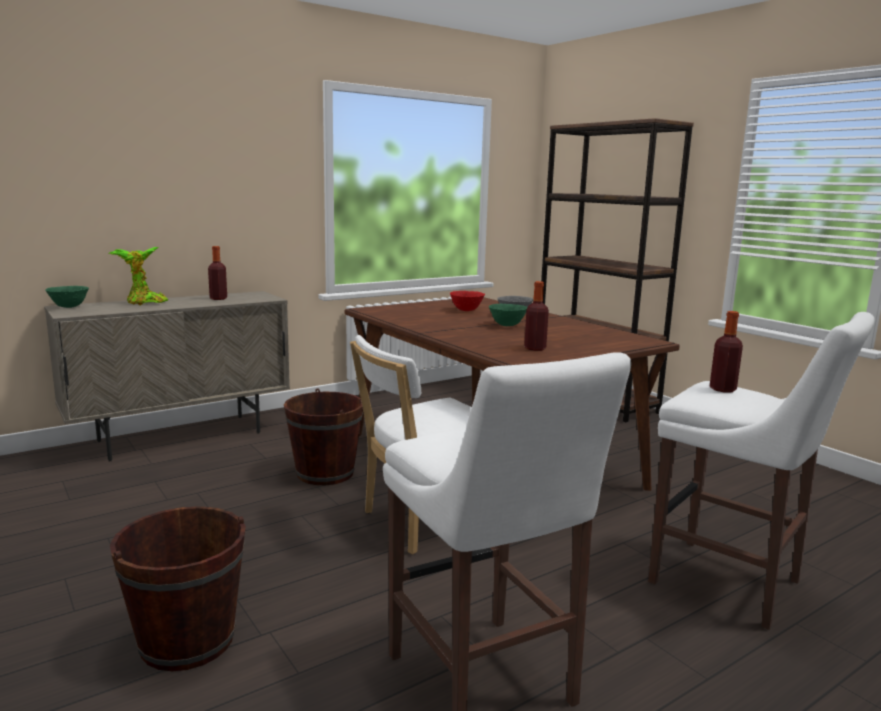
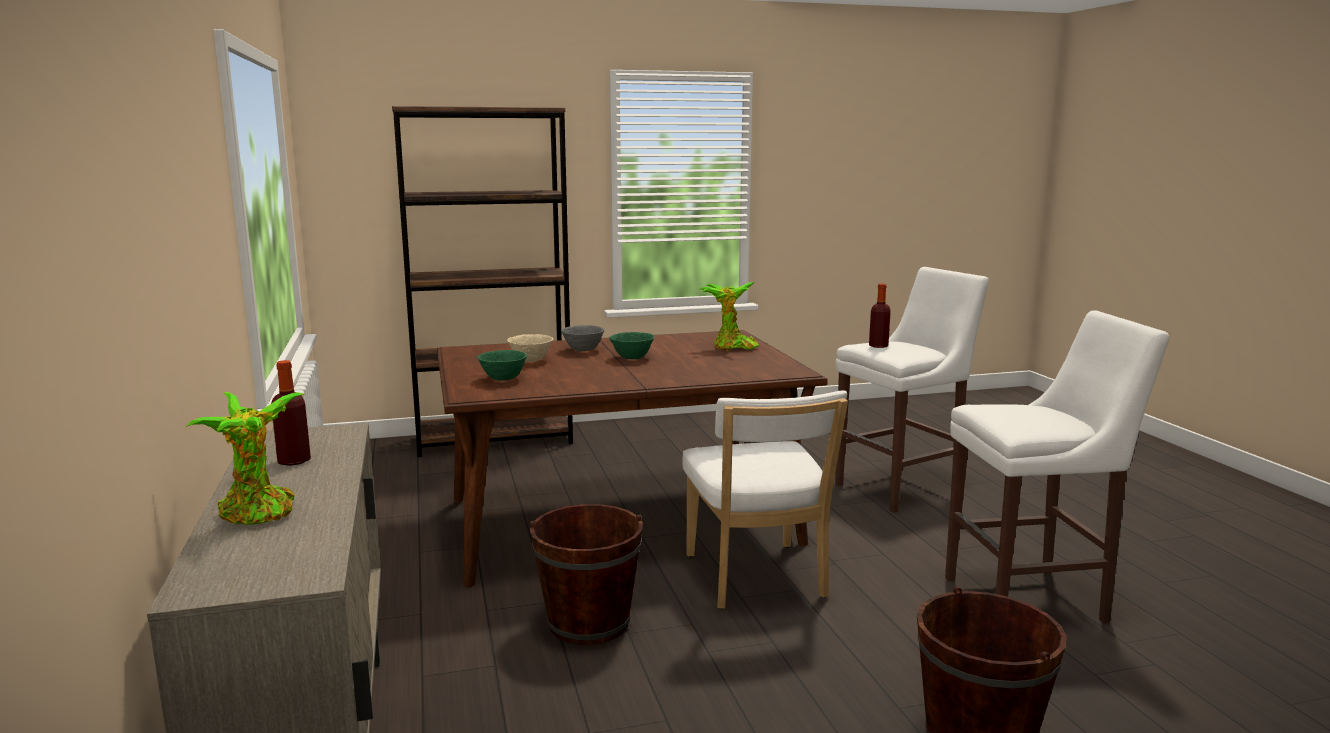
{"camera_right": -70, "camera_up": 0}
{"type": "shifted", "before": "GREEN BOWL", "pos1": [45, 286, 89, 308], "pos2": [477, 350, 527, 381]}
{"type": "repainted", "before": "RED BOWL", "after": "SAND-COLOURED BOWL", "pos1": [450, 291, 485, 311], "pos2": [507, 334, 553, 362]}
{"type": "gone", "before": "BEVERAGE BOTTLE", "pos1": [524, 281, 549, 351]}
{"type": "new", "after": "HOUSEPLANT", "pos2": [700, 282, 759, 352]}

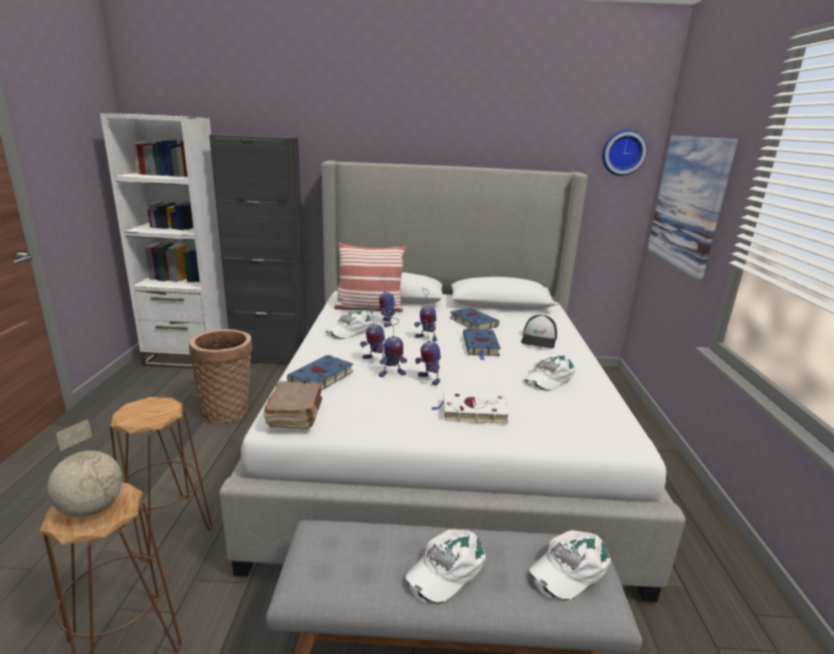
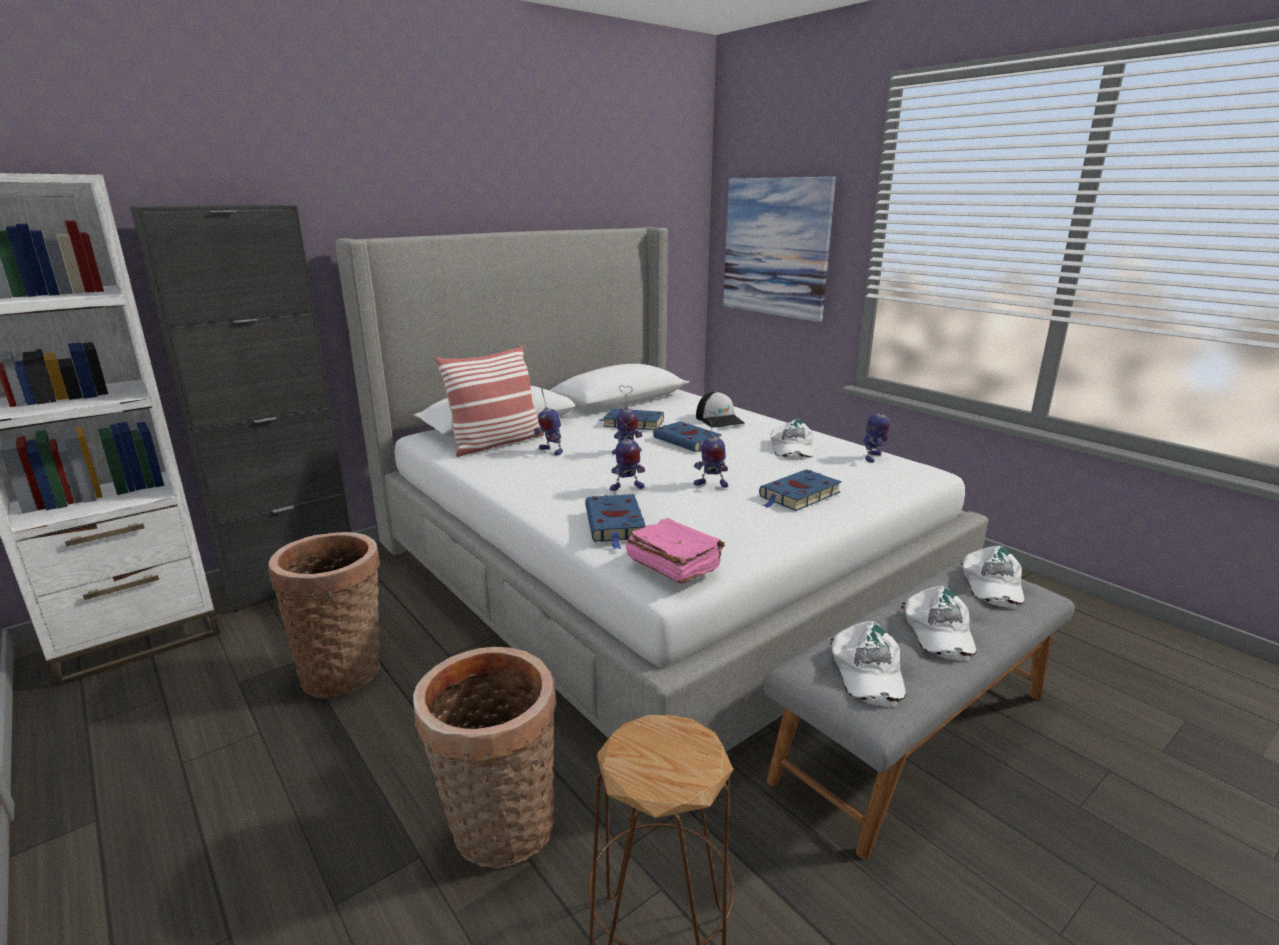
{"camera_right": -40, "camera_up": 0}
{"type": "gone", "before": "DESK GLOBE", "pos1": [47, 419, 122, 517]}
{"type": "swapped", "before": "BROWNISH SITTING STOOL", "after": "STORAGE BASKET", "pos1": [110, 397, 212, 562], "pos2": [413, 647, 557, 869]}
{"type": "repainted", "before": "BROWNISH BOUND BOOK", "after": "PINK BOUND BOOK", "pos1": [264, 381, 322, 429], "pos2": [626, 518, 725, 584]}
{"type": "shifted", "before": "WHITE BASEBALL CAP", "pos1": [326, 311, 372, 339], "pos2": [829, 621, 906, 707]}
{"type": "shifted", "before": "MODEL ROBOT", "pos1": [379, 317, 407, 377], "pos2": [863, 390, 893, 463]}
{"type": "repainted", "before": "WHITE BOUND BOOK", "after": "BLUE-COLOURED BOUND BOOK", "pos1": [431, 392, 509, 424], "pos2": [759, 469, 842, 511]}
{"type": "gone", "before": "WALL CLOCK", "pos1": [602, 130, 647, 176]}

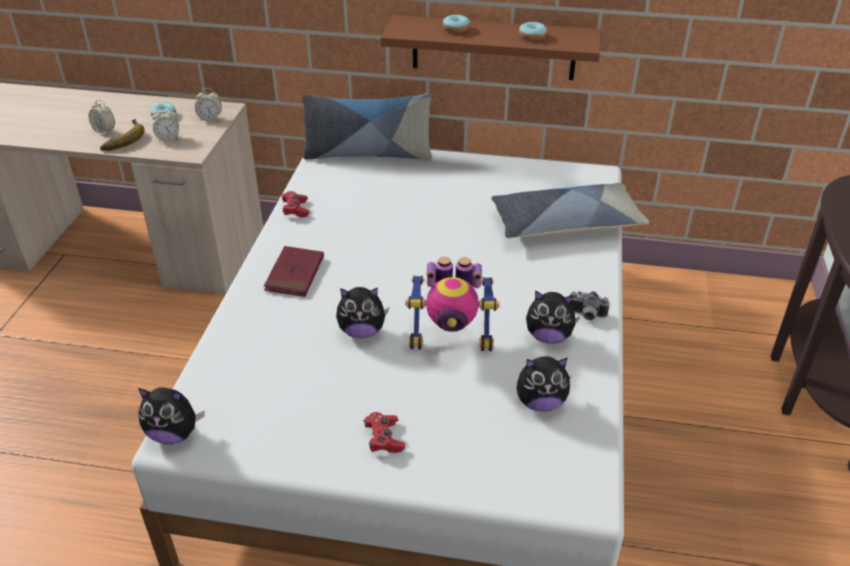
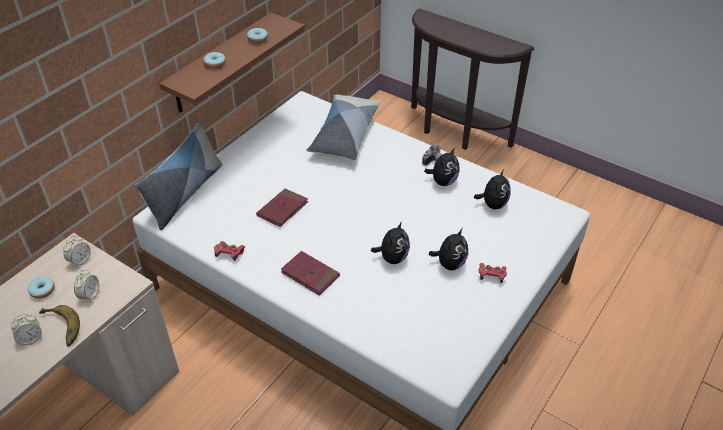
{"camera_right": -65, "camera_up": 5}
{"type": "shifted", "before": "PLUSH TOY", "pos1": [138, 387, 205, 444], "pos2": [429, 228, 468, 270]}
{"type": "gone", "before": "MODEL ROBOT", "pos1": [405, 257, 499, 351]}
{"type": "new", "after": "RED BOUND BOOK", "pos2": [256, 189, 308, 227]}

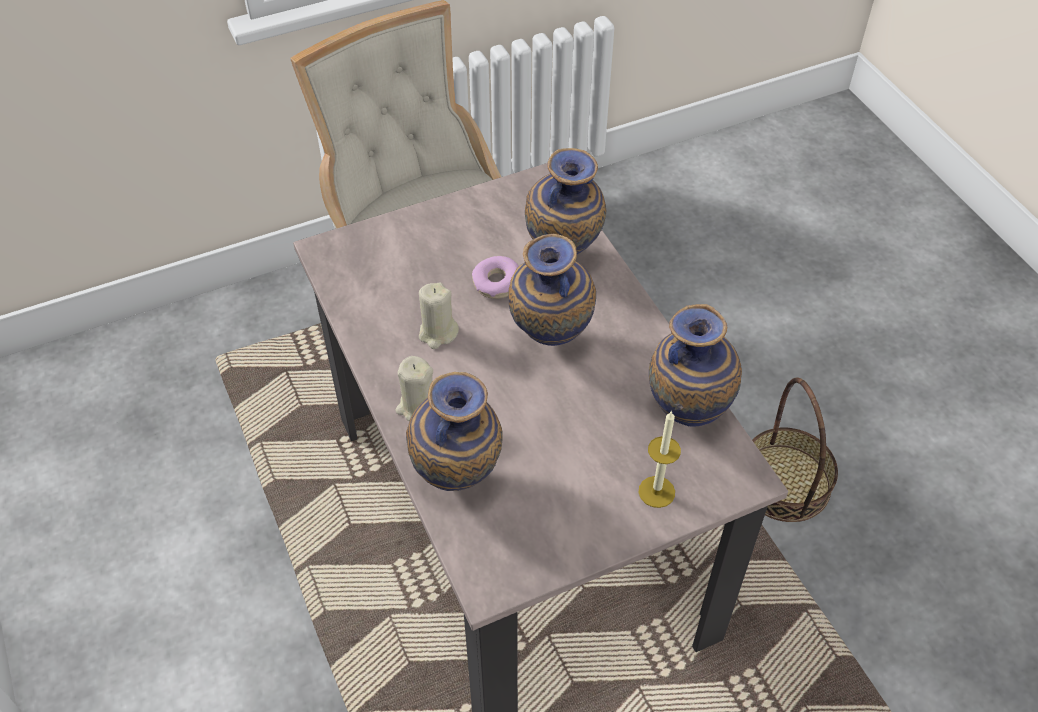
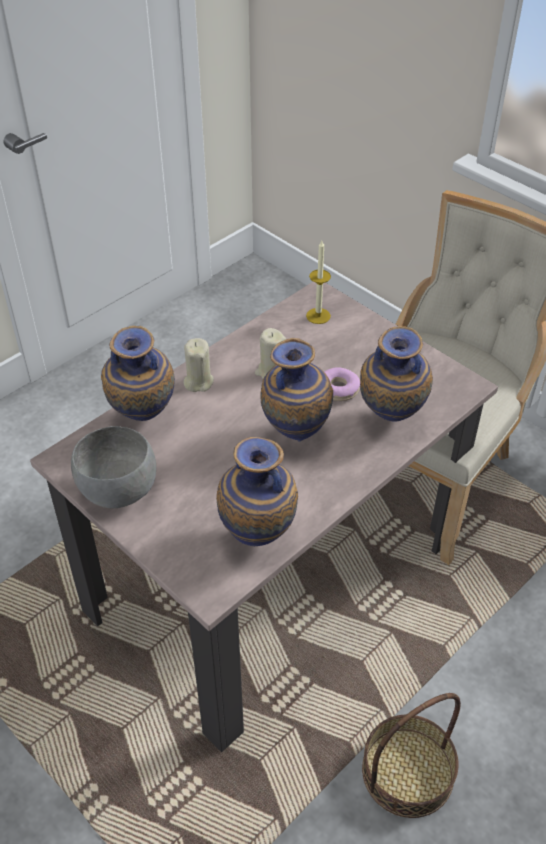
{"camera_right": 70, "camera_up": -5}
{"type": "shifted", "before": "WAX CANDLE", "pos1": [639, 410, 681, 508], "pos2": [306, 241, 331, 324]}
{"type": "new", "after": "GRAY BOWL", "pos2": [71, 426, 156, 508]}

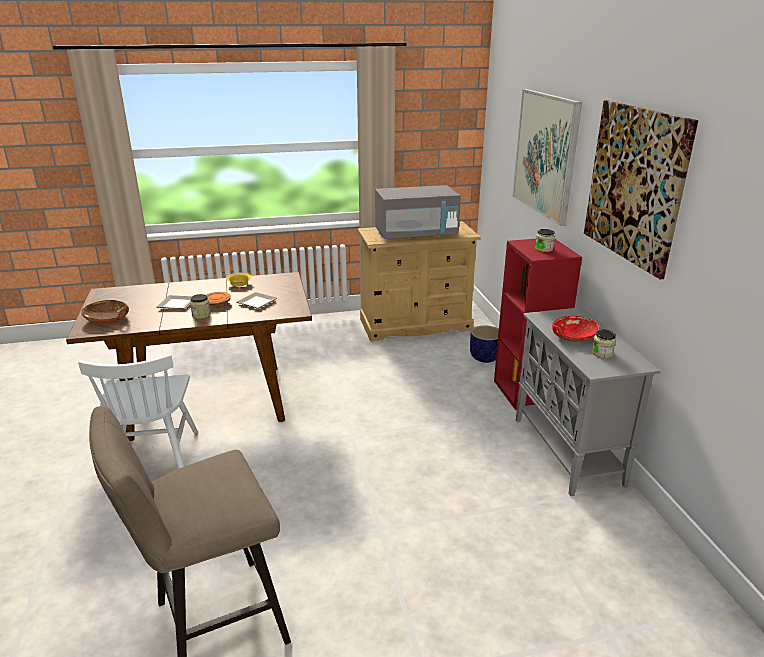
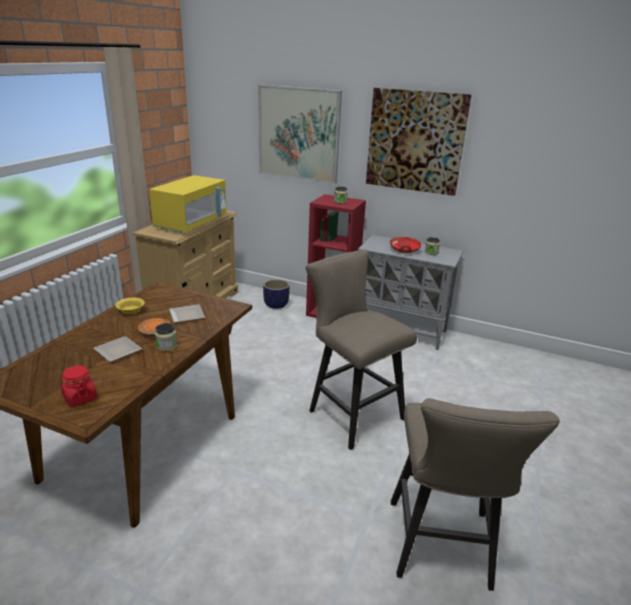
{"camera_right": -55, "camera_up": 0}
{"type": "gone", "before": "WHITE UPRIGHT CHAIR", "pos1": [78, 354, 198, 469]}
{"type": "swapped", "before": "BROWNISH BOWL", "after": "RED STORAGE JAR", "pos1": [81, 300, 129, 323], "pos2": [61, 365, 97, 407]}
{"type": "repainted", "before": "GRAY MICROWAVE OVEN", "after": "YELLOW-COLOURED MICROWAVE OVEN", "pos1": [375, 185, 461, 240], "pos2": [149, 175, 227, 233]}
{"type": "new", "after": "SAND-COLOURED SITTING STOOL", "pos2": [306, 249, 418, 450]}

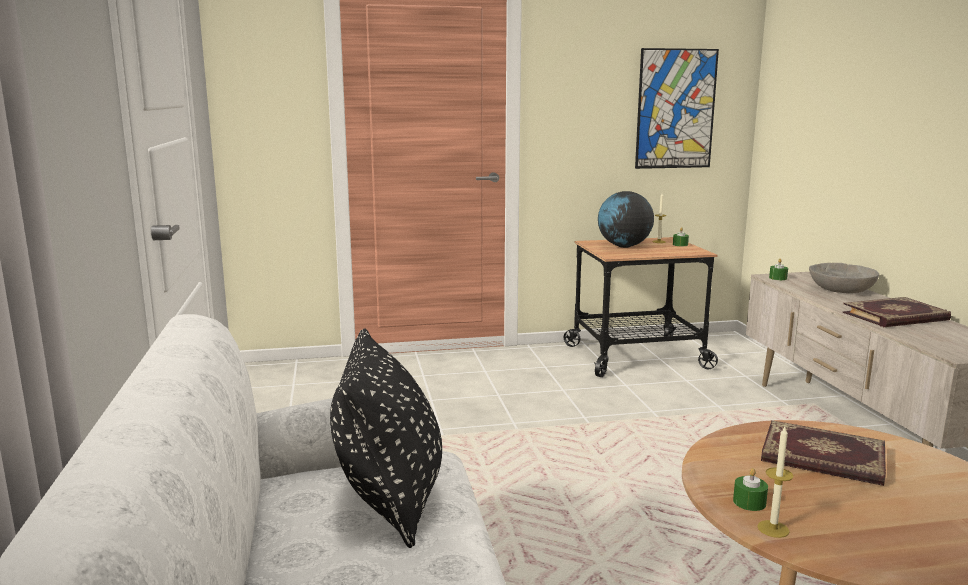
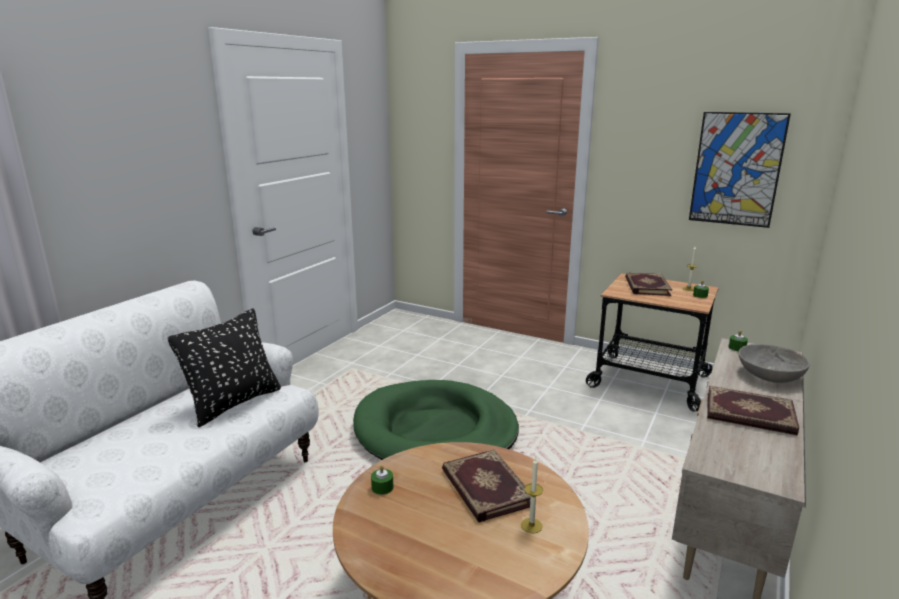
{"camera_right": 40, "camera_up": 5}
{"type": "swapped", "before": "DESK GLOBE", "after": "BOUND BOOK", "pos1": [598, 191, 654, 248], "pos2": [625, 273, 672, 296]}
{"type": "shifted", "before": "WAX CANDLE", "pos1": [757, 427, 794, 538], "pos2": [521, 458, 543, 533]}
{"type": "new", "after": "GREEN DOG CUSHION", "pos2": [353, 380, 519, 460]}

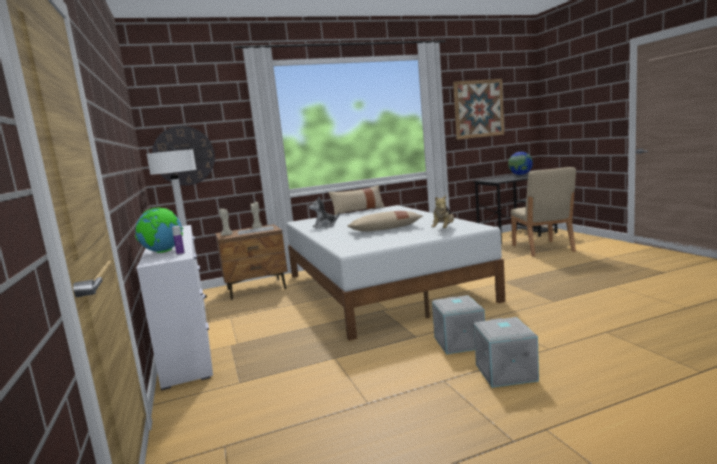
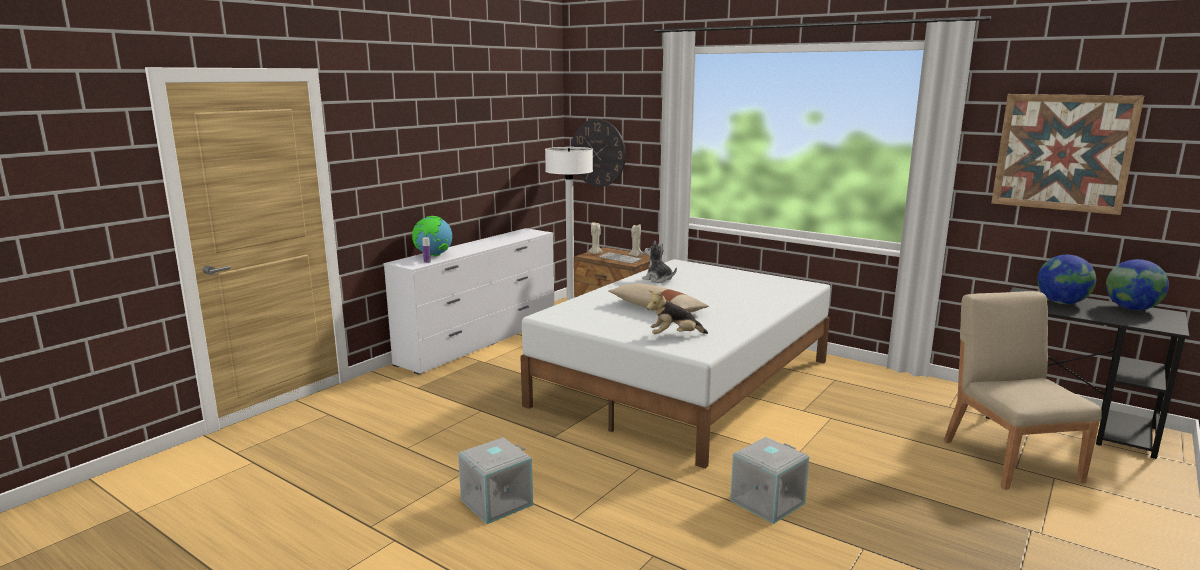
{"camera_right": 55, "camera_up": 5}
{"type": "gone", "before": "SAND-COLOURED PILLOW", "pos1": [328, 185, 385, 215]}
{"type": "shifted", "before": "GRAY STORAGE CONTAINER", "pos1": [432, 295, 485, 354], "pos2": [730, 437, 809, 524]}
{"type": "rotated", "before": "SAND-COLOURED UPRIGHT CHAIR", "pos1": [511, 167, 576, 257], "pos2": [944, 291, 1102, 490], "turn": 120}
{"type": "new", "after": "DESK GLOBE", "pos2": [1037, 255, 1096, 304]}

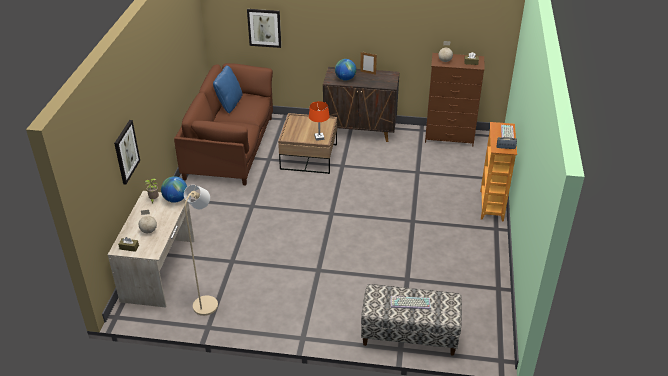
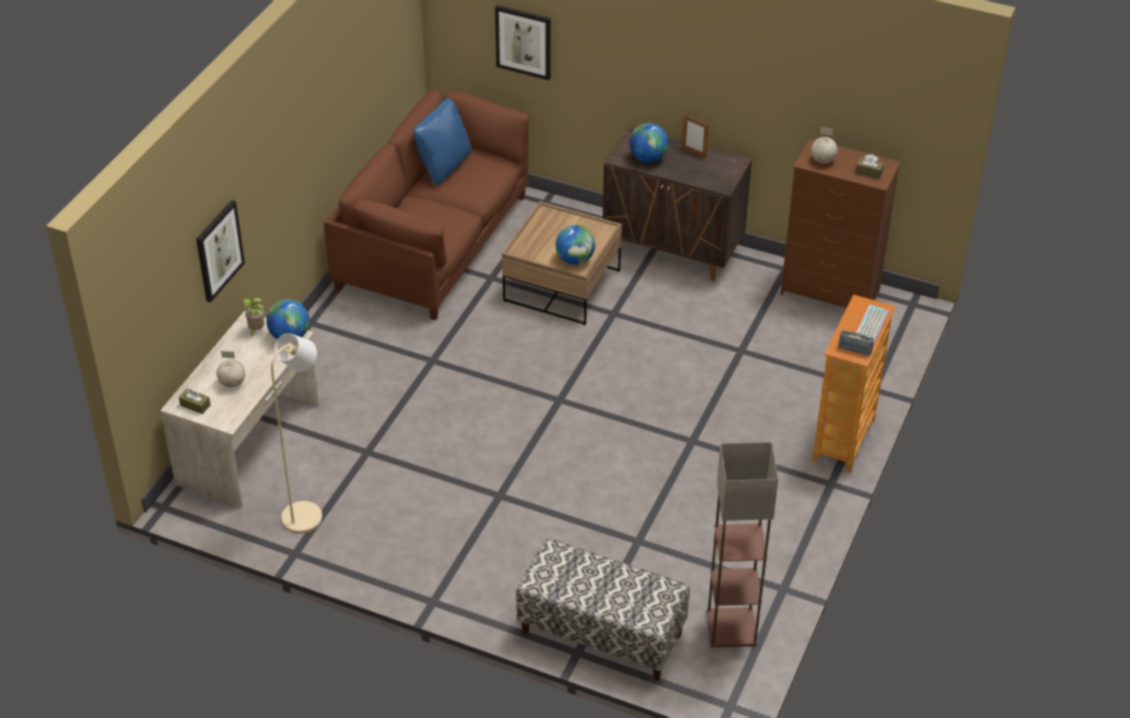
{"camera_right": 15, "camera_up": 5}
{"type": "swapped", "before": "ORANGEY TABLE LAMP", "after": "DESK GLOBE", "pos1": [309, 101, 330, 141], "pos2": [555, 225, 595, 265]}
{"type": "gone", "before": "KEYBOARD", "pos1": [390, 296, 431, 309]}
{"type": "new", "after": "STANDING LAMP", "pos2": [706, 442, 778, 647]}

